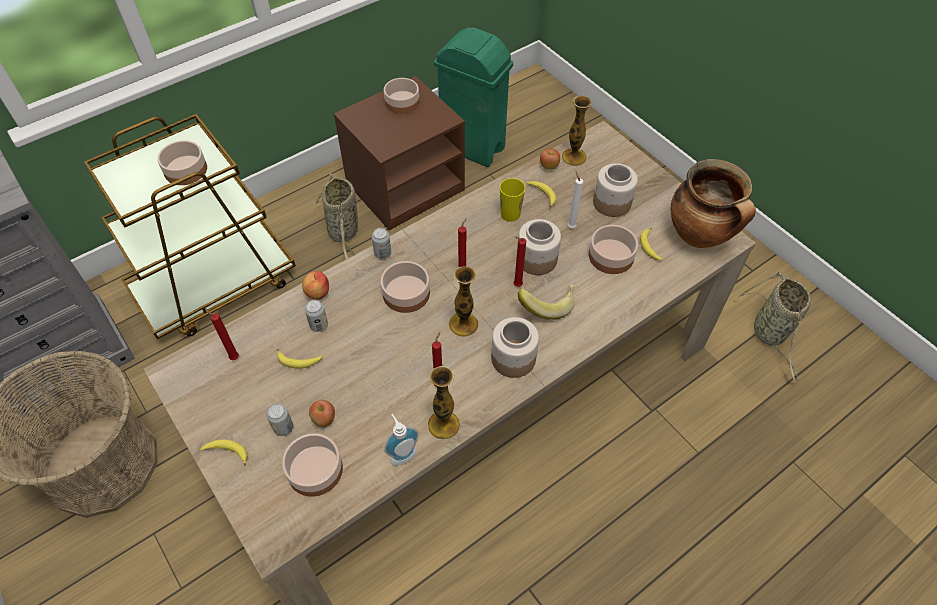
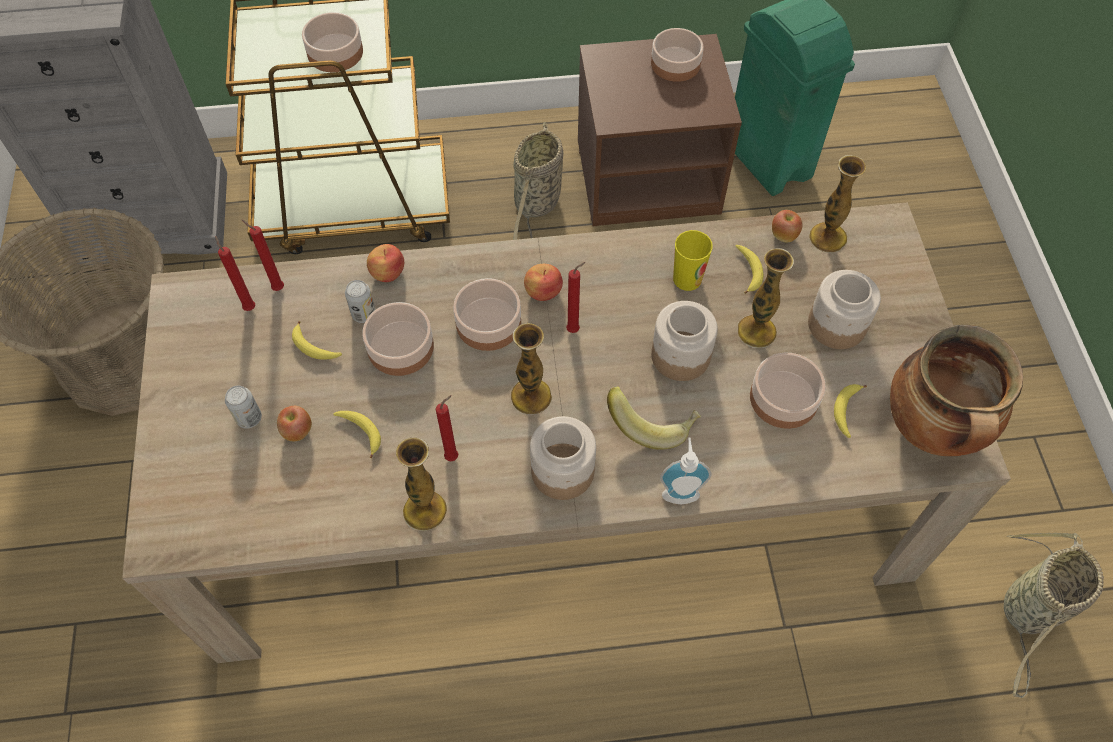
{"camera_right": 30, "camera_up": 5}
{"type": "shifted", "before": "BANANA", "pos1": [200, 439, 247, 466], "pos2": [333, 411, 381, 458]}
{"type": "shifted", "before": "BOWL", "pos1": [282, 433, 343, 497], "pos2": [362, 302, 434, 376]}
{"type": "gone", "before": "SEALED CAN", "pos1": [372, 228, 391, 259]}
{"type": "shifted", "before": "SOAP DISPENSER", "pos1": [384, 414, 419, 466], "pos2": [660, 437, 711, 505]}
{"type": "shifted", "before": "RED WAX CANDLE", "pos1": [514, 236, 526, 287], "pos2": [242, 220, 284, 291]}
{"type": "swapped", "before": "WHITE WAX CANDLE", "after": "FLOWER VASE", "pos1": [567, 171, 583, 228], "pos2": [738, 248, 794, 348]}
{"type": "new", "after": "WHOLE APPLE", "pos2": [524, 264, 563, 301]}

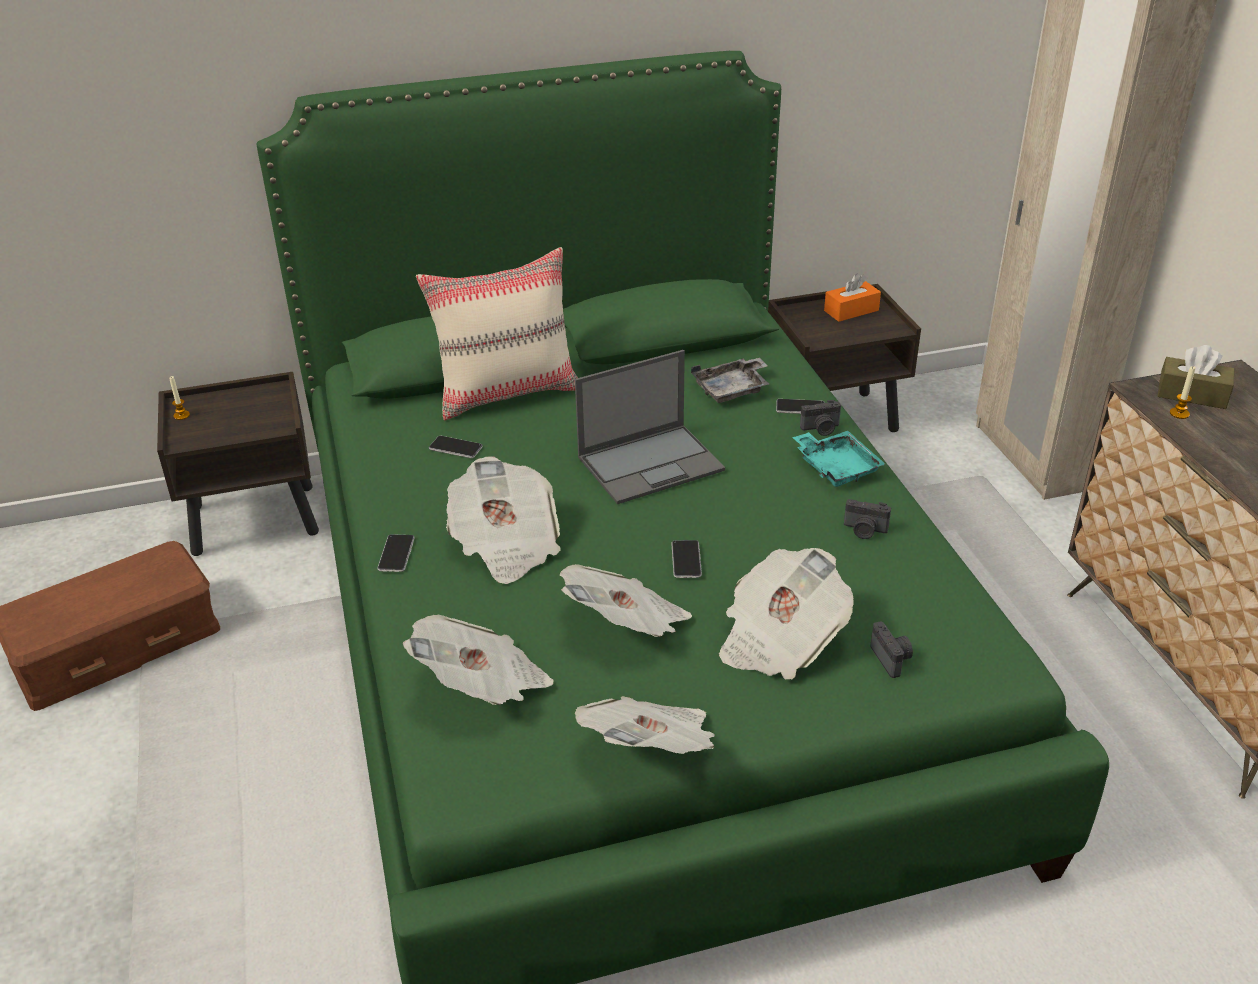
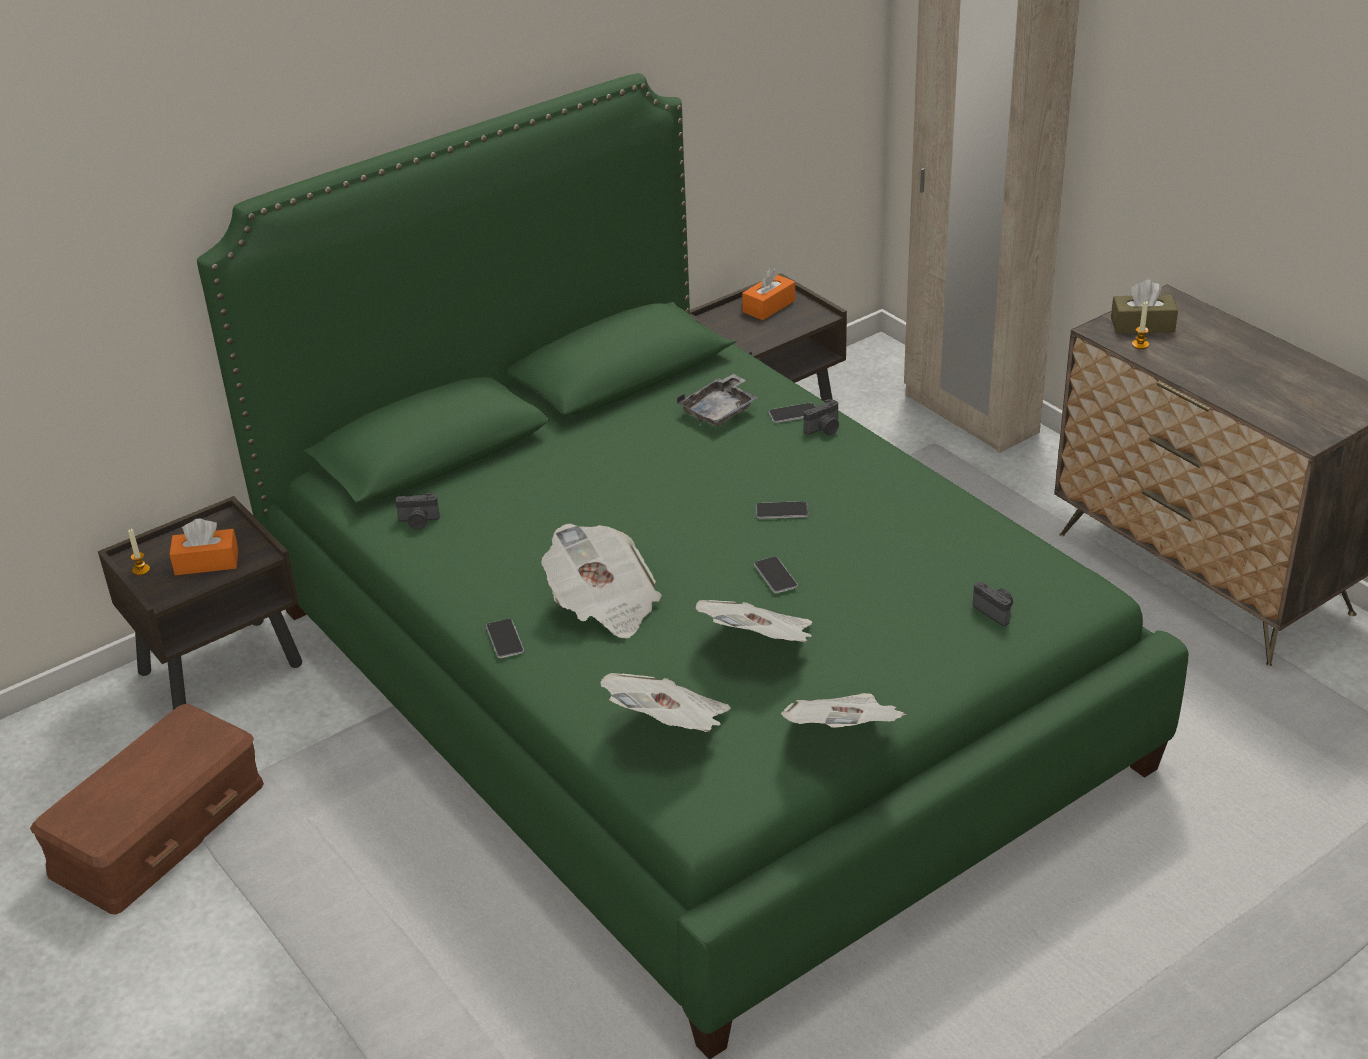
{"camera_right": -20, "camera_up": 0}
{"type": "gone", "before": "SAND-COLOURED PILLOW", "pos1": [416, 247, 578, 420]}
{"type": "shifted", "before": "TELEPHONE", "pos1": [429, 436, 483, 458], "pos2": [756, 501, 808, 519]}
{"type": "gone", "before": "LAPTOP", "pos1": [575, 350, 725, 504]}
{"type": "gone", "before": "NEWSPAPER", "pos1": [719, 548, 854, 680]}
{"type": "gone", "before": "TURQUOISE-COLOURED SERVING TRAY", "pos1": [792, 431, 885, 487]}
{"type": "shifted", "before": "PHOTO CAMERA", "pos1": [844, 499, 891, 539], "pos2": [396, 493, 440, 529]}
{"type": "new", "after": "ORANGEY TISSUE HOLDER", "pos2": [169, 518, 238, 575]}

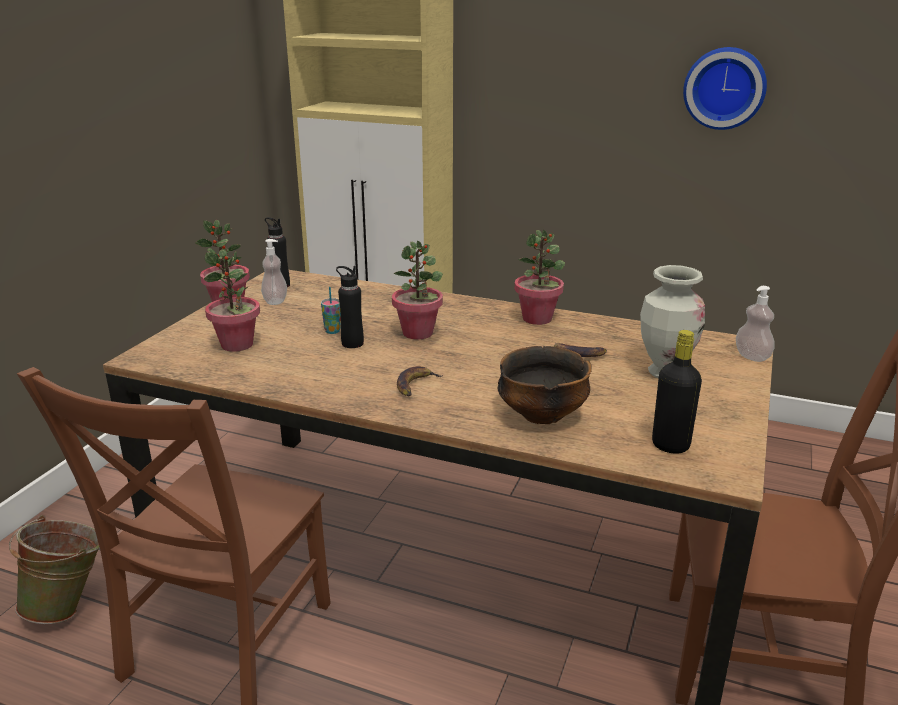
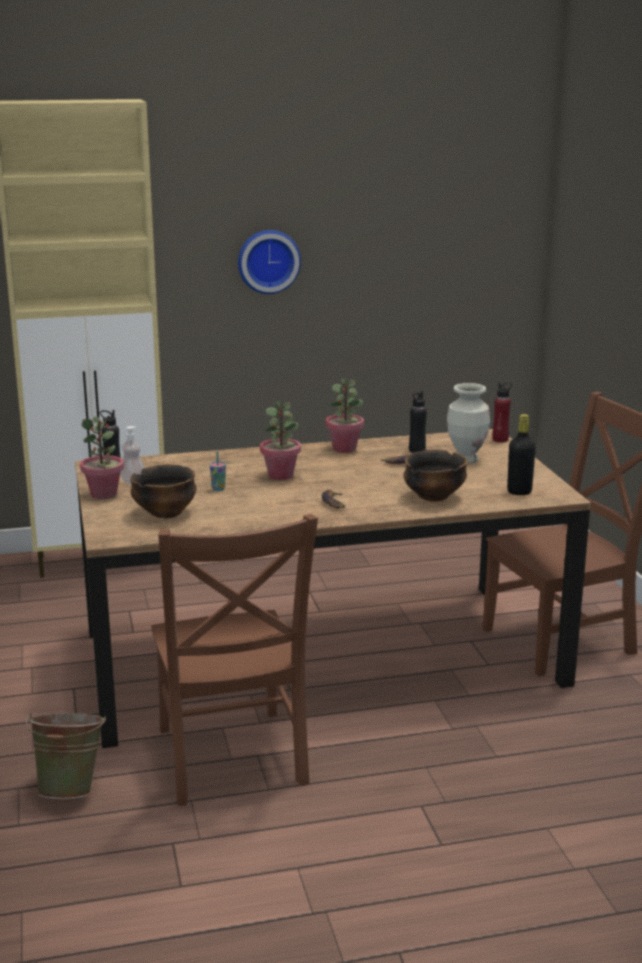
{"camera_right": -35, "camera_up": -5}
{"type": "swapped", "before": "HOUSEPLANT", "after": "BOWL", "pos1": [204, 250, 260, 352], "pos2": [130, 464, 196, 518]}
{"type": "shifted", "before": "BLACKISH BEVERAGE BOTTLE", "pos1": [336, 266, 364, 348], "pos2": [409, 391, 427, 453]}
{"type": "shifted", "before": "WALL CLOCK", "pos1": [683, 47, 767, 130], "pos2": [238, 230, 301, 294]}
{"type": "swapped", "before": "SOAP DISPENSER", "after": "RED BEVERAGE BOTTLE", "pos1": [736, 286, 775, 362], "pos2": [492, 382, 512, 442]}

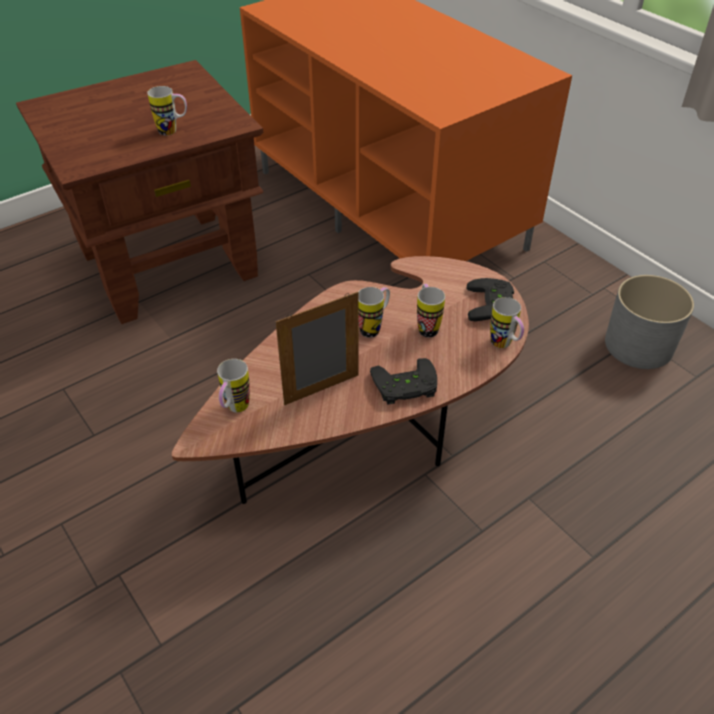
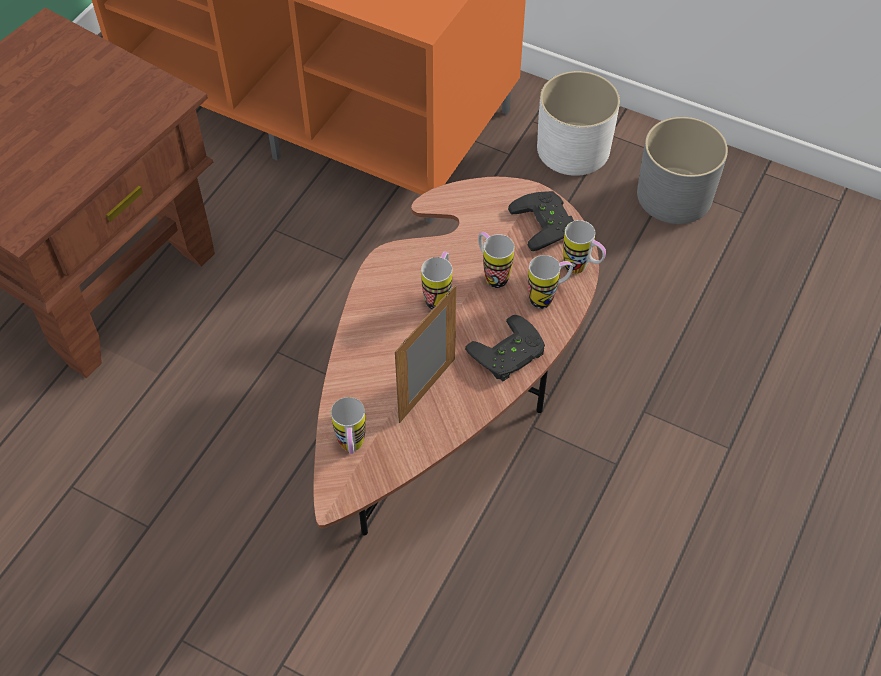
{"camera_right": -25, "camera_up": 10}
{"type": "shifted", "before": "TEA MUG", "pos1": [147, 86, 187, 136], "pos2": [528, 255, 573, 309]}
{"type": "new", "after": "WHITE FLOWER POT", "pos2": [537, 71, 620, 176]}

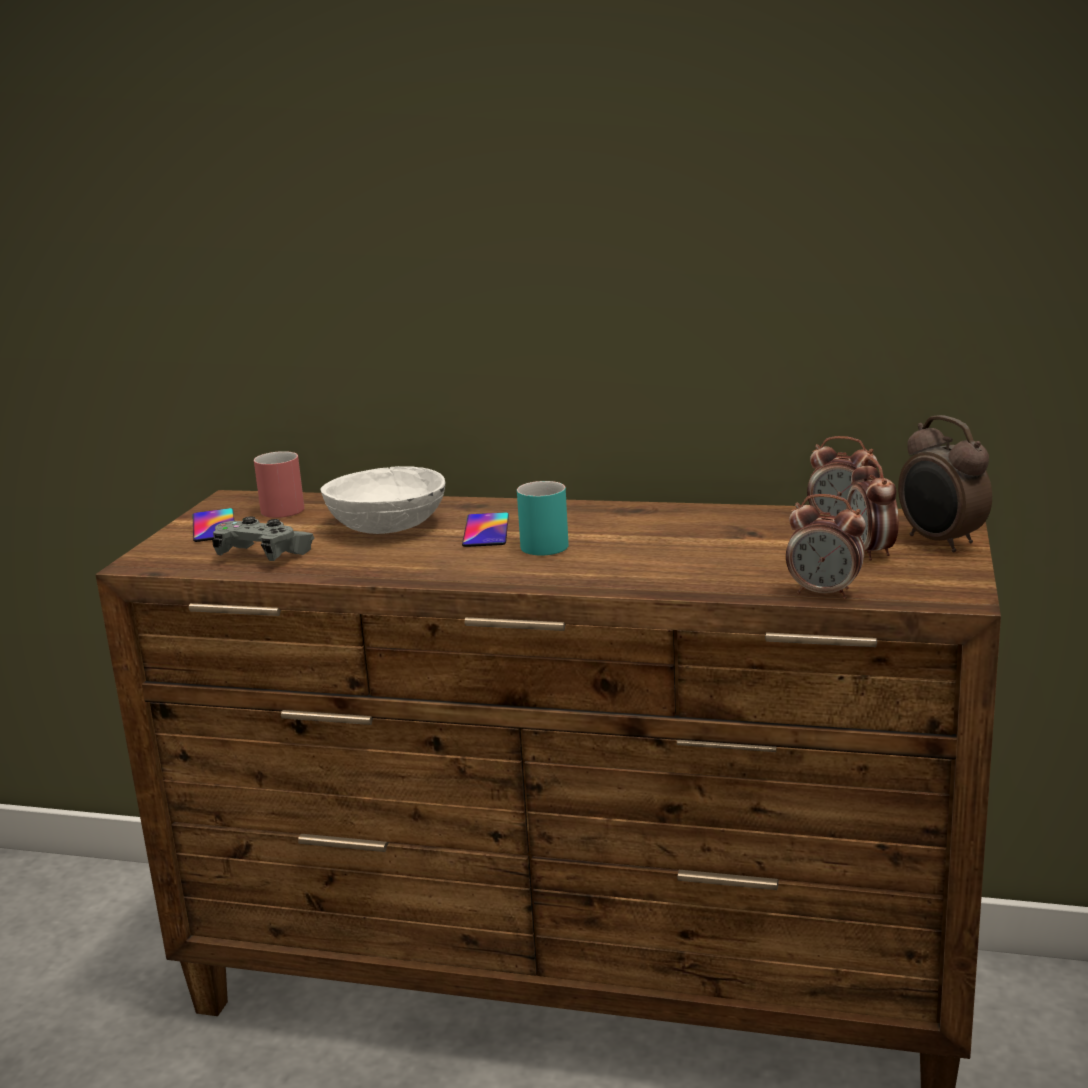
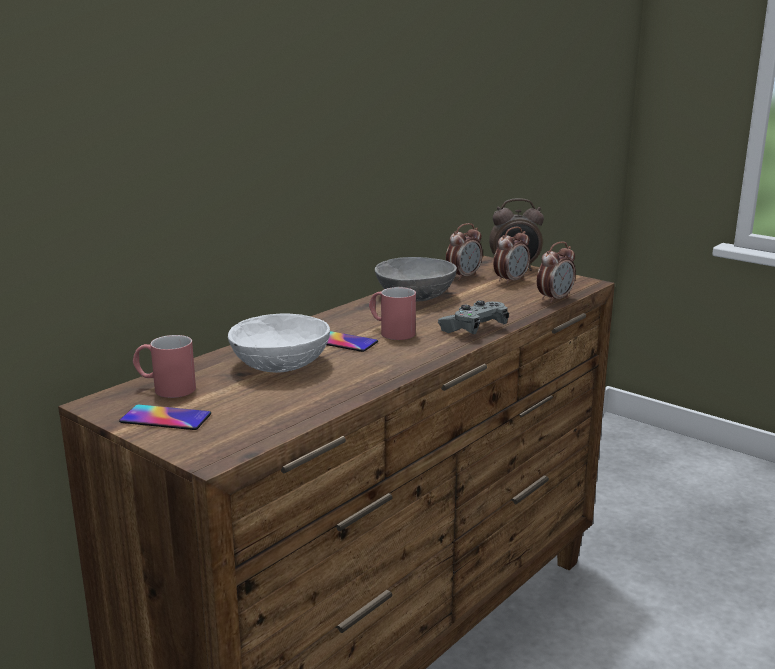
{"camera_right": -65, "camera_up": 0}
{"type": "shifted", "before": "GRAY GAMEPAD", "pos1": [212, 517, 315, 561], "pos2": [438, 300, 509, 334]}
{"type": "repainted", "before": "TURQUOISE-COLOURED TEA MUG", "after": "RED TEA MUG", "pos1": [517, 481, 569, 556], "pos2": [369, 287, 416, 340]}
{"type": "rotated", "before": "TABLE CLOCK", "pos1": [846, 457, 899, 561], "pos2": [493, 227, 530, 285], "turn": -60}
{"type": "new", "after": "GRAY BOWL", "pos2": [375, 257, 457, 301]}

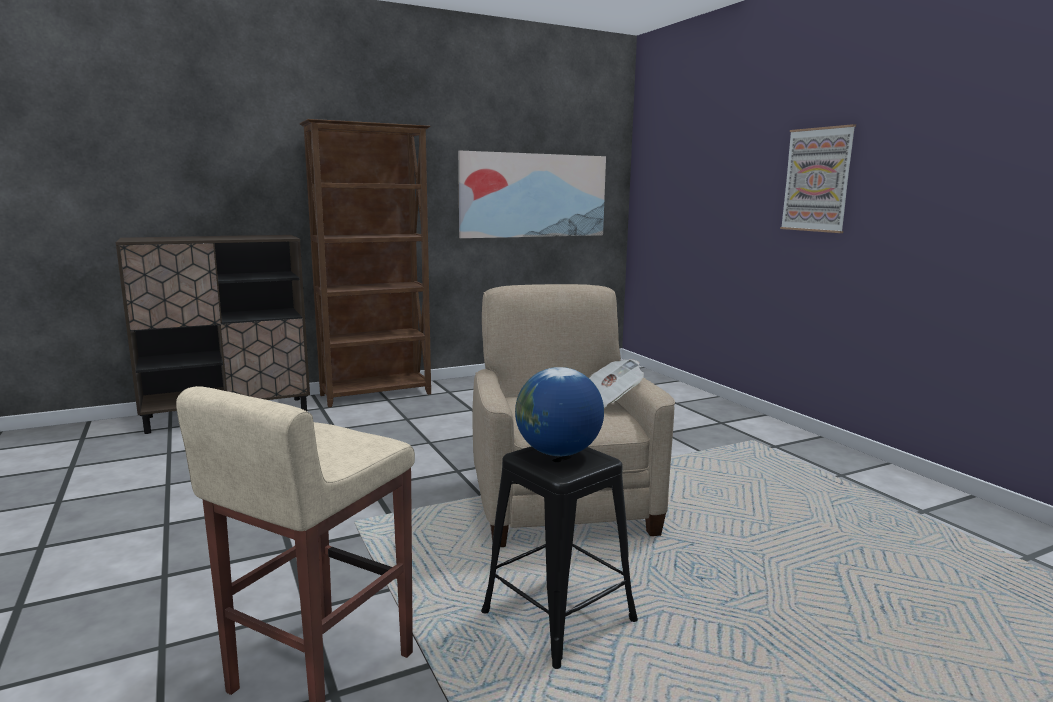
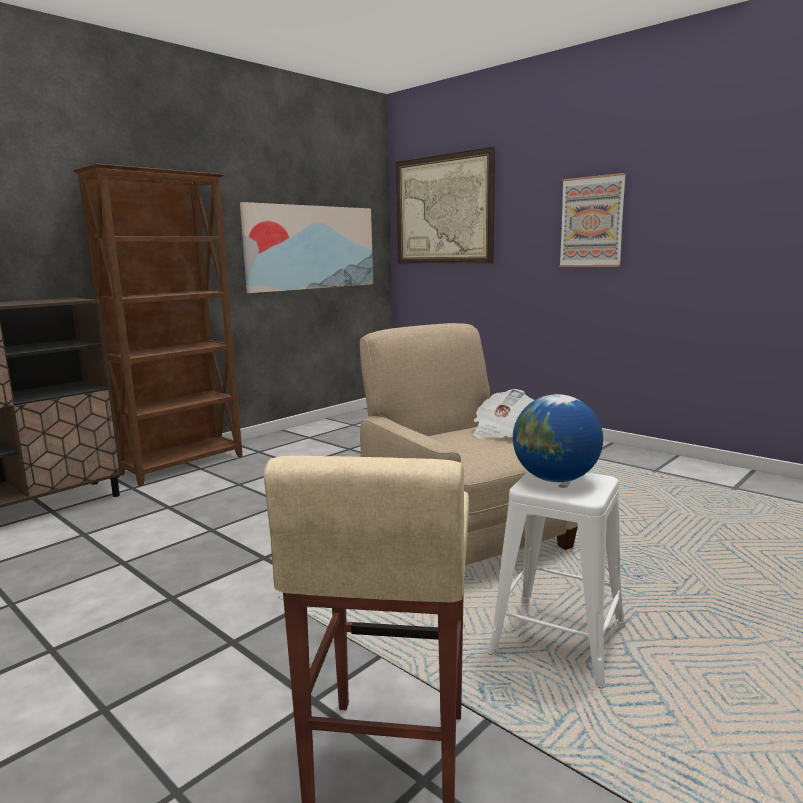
{"camera_right": -20, "camera_up": 0}
{"type": "repainted", "before": "BLACKISH SITTING STOOL", "after": "WHITE SITTING STOOL", "pos1": [481, 446, 638, 669], "pos2": [488, 471, 626, 688]}
{"type": "new", "after": "WALL ART", "pos2": [395, 147, 495, 264]}

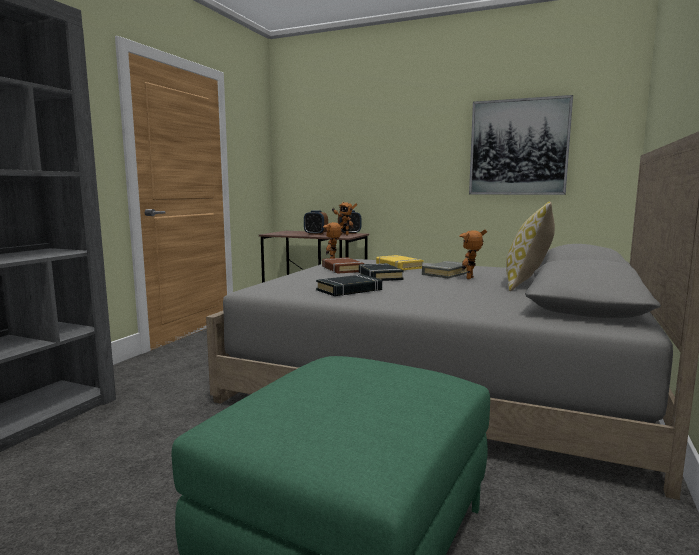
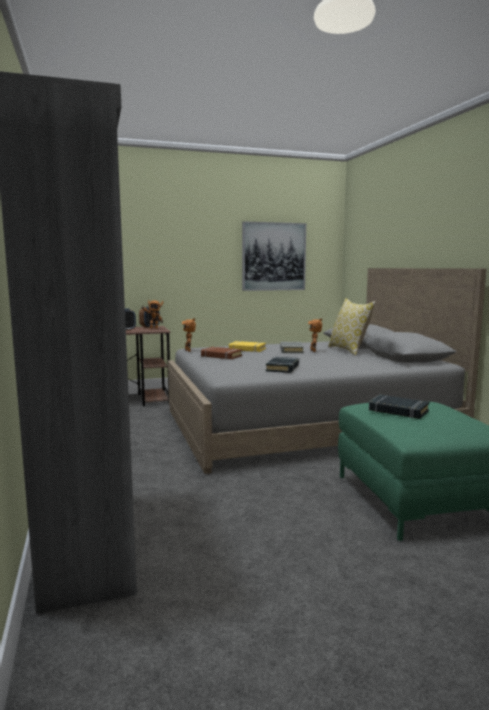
{"camera_right": -40, "camera_up": 0}
{"type": "shifted", "before": "BLACKISH BOUND BOOK", "pos1": [359, 263, 404, 281], "pos2": [369, 395, 429, 419]}

